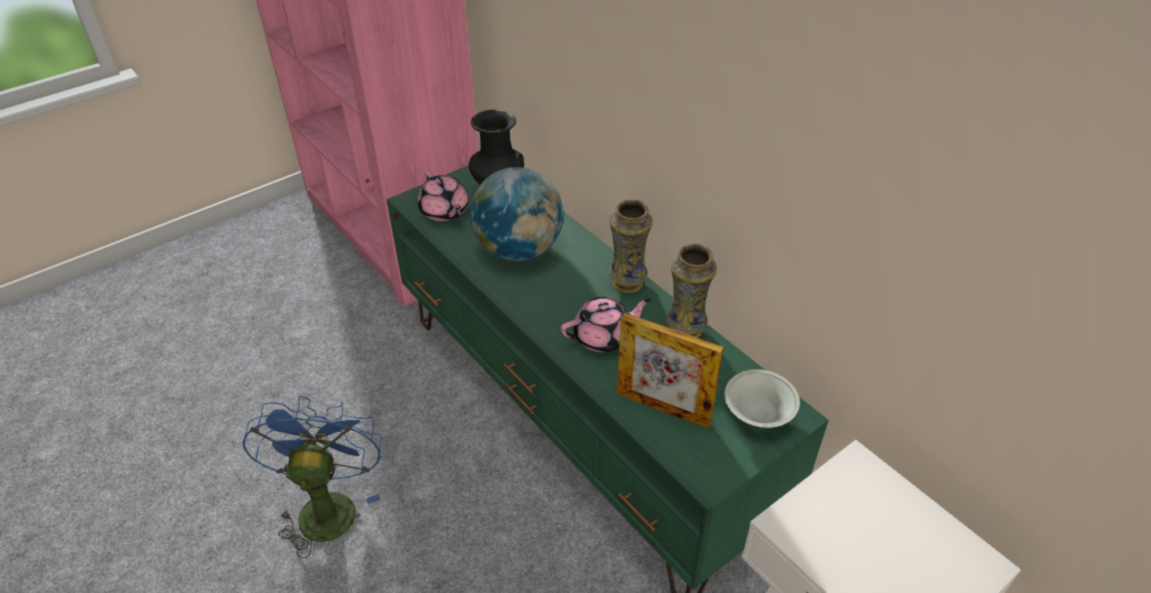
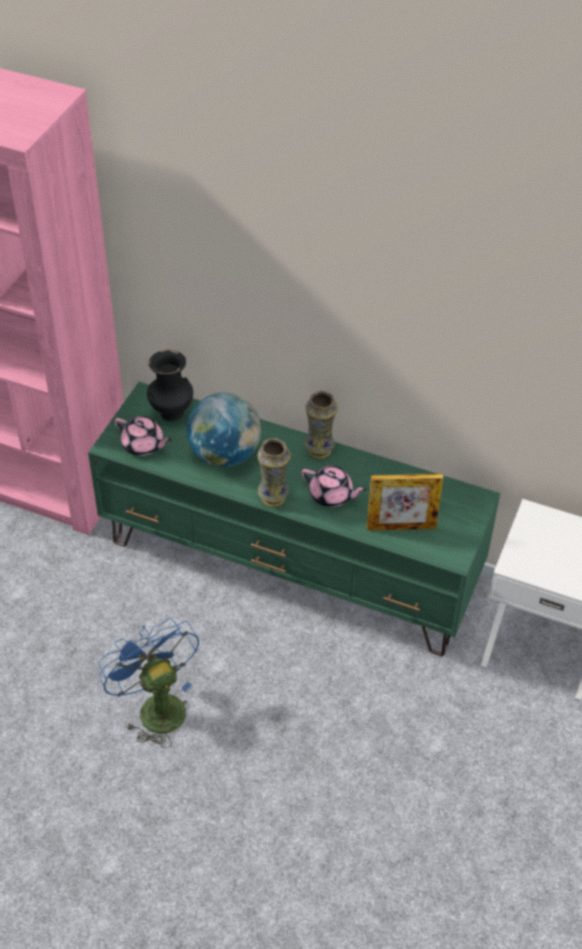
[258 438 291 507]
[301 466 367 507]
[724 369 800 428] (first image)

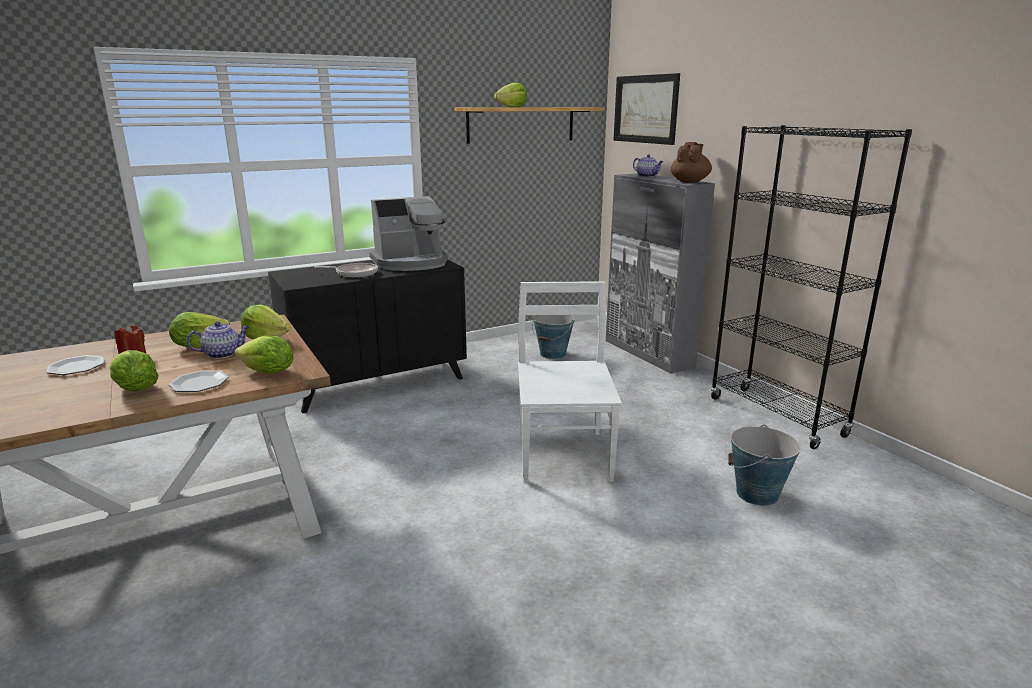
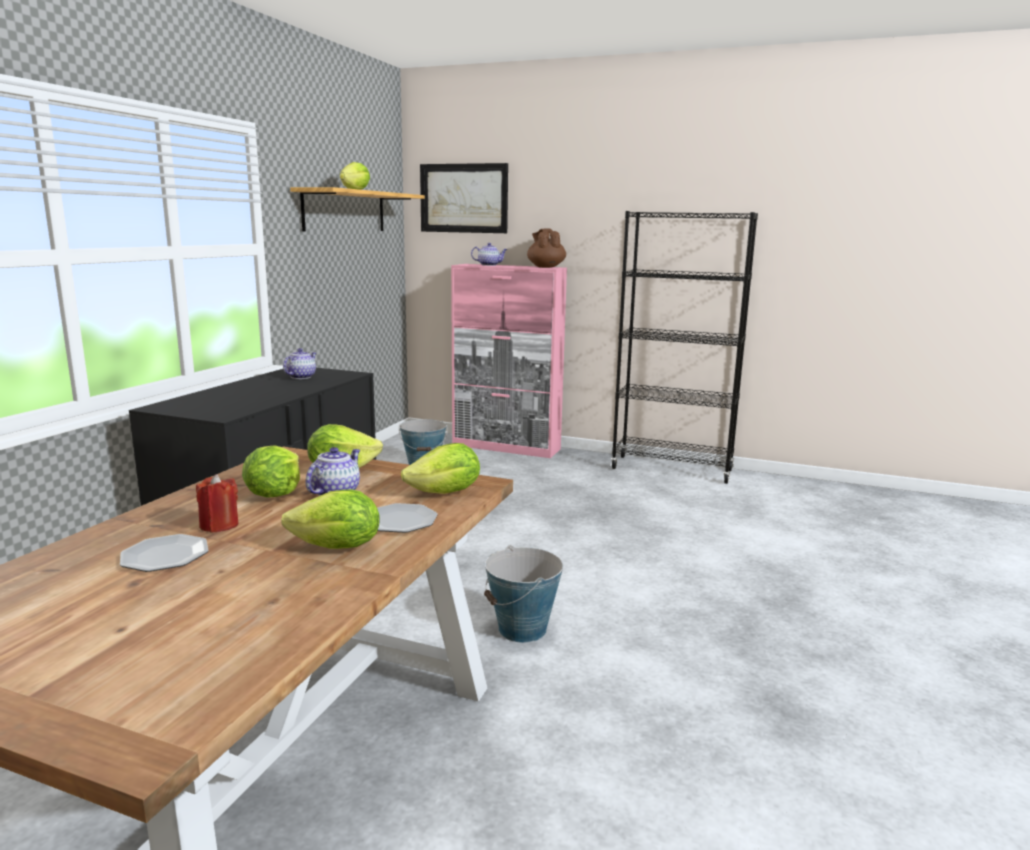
[451 264 567 458]
[283 348 316 379]
[314 263 378 277] (first image)
[518 281 622 483] (first image)
[484 545 563 643]

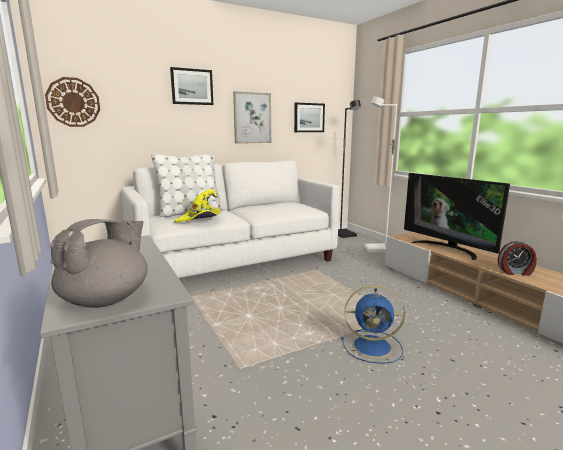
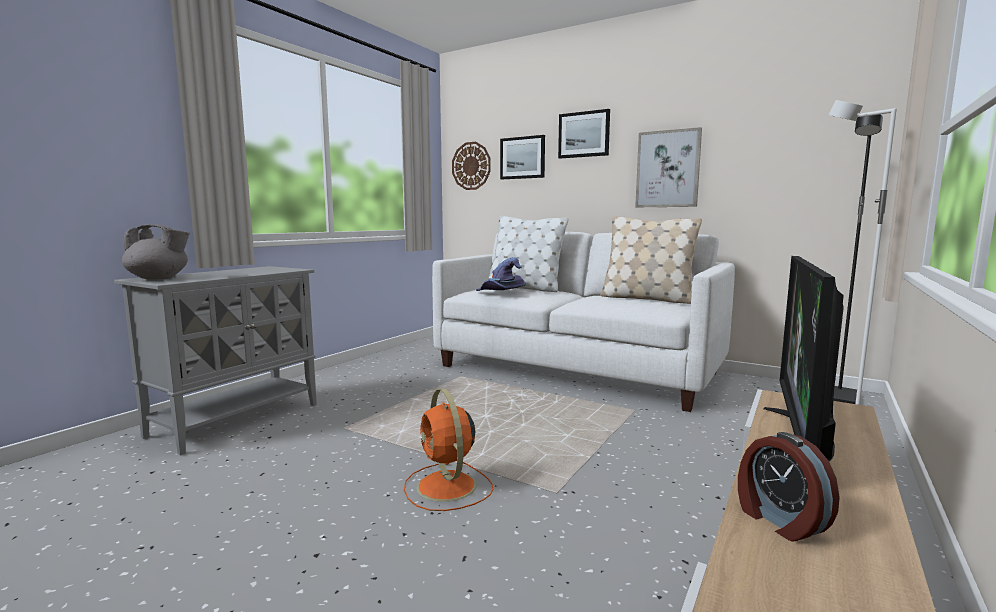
[500 135 545 179]
[476 257 526 291]
[404 388 493 511]
[600 216 702 304]

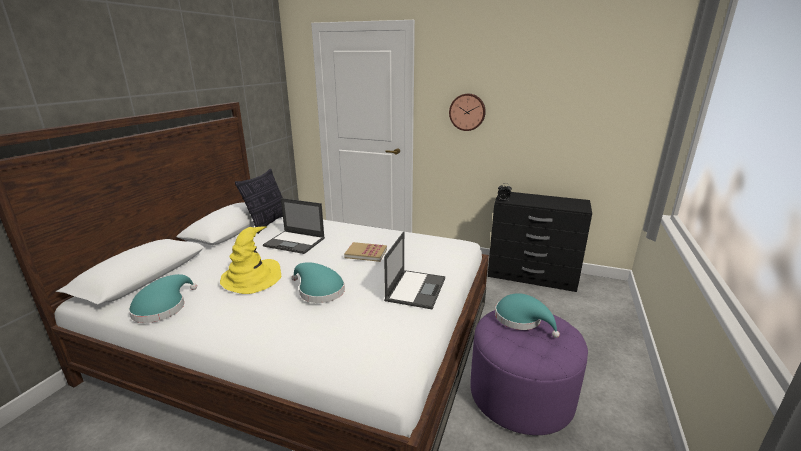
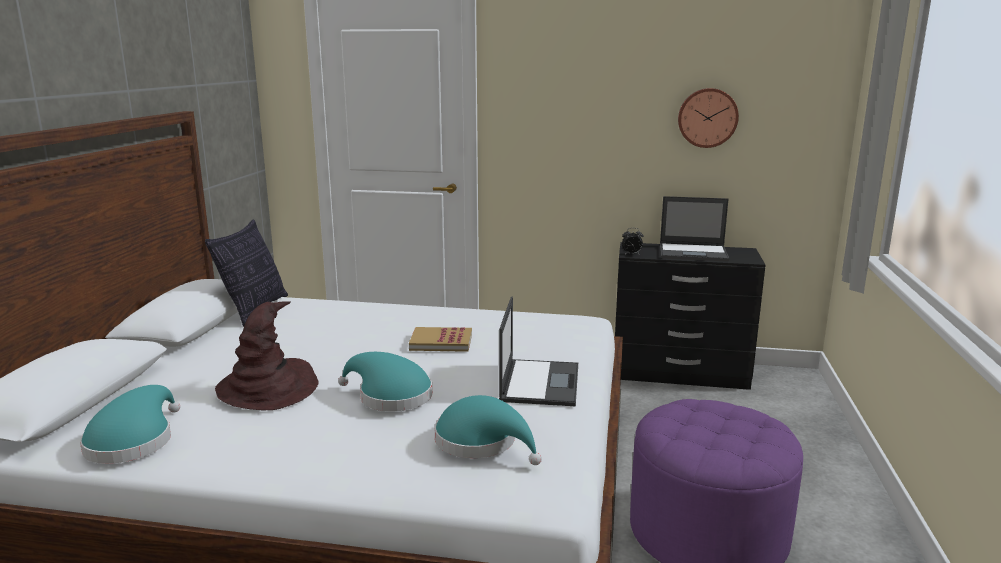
[678 88 739 148]
[660 196 729 262]
[215 301 319 410]
[435 395 542 465]

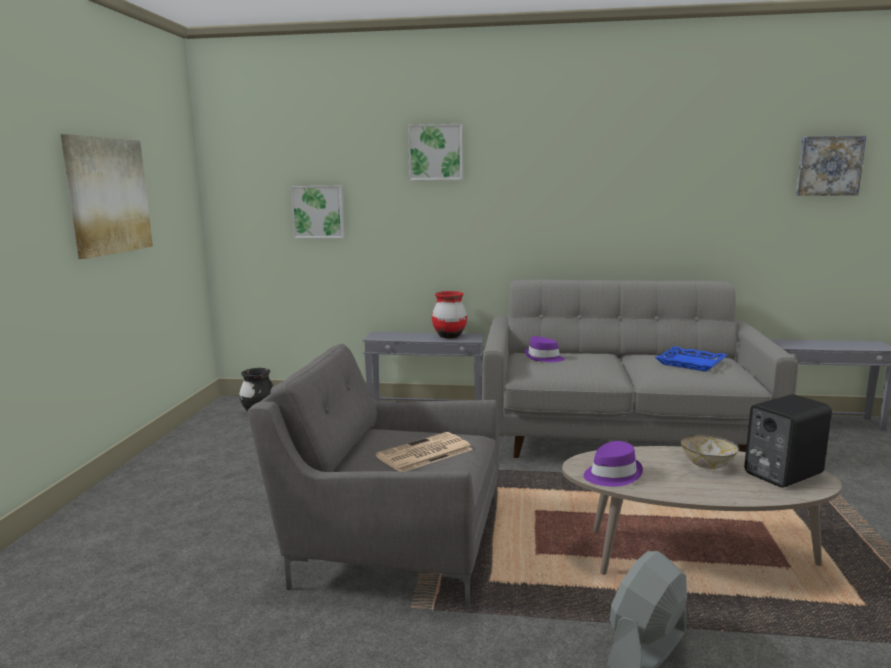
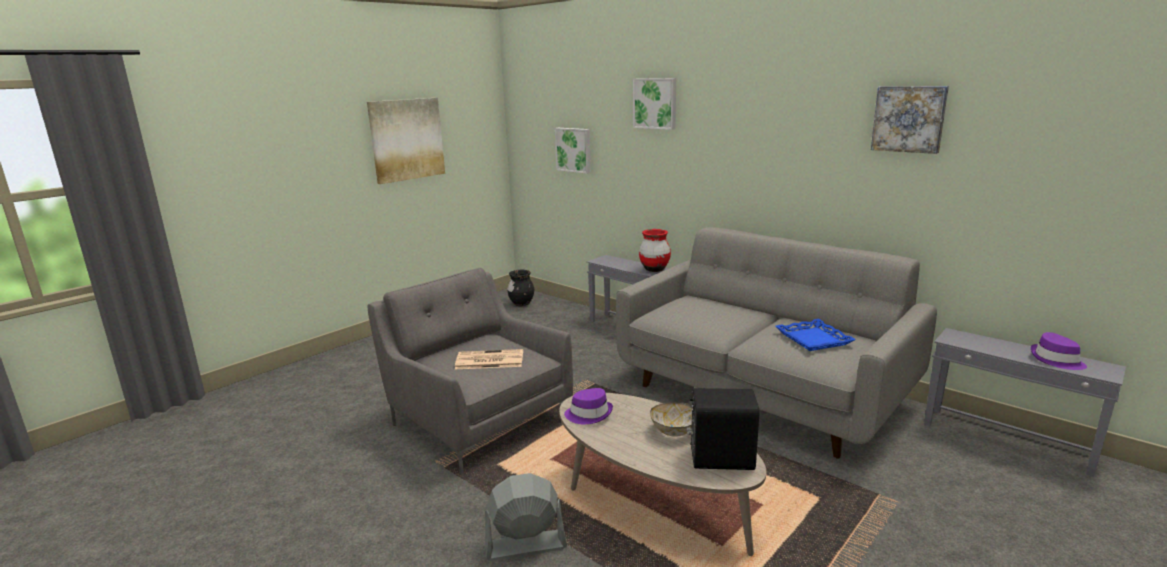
[871 86 949 154]
[1031 332 1087 370]

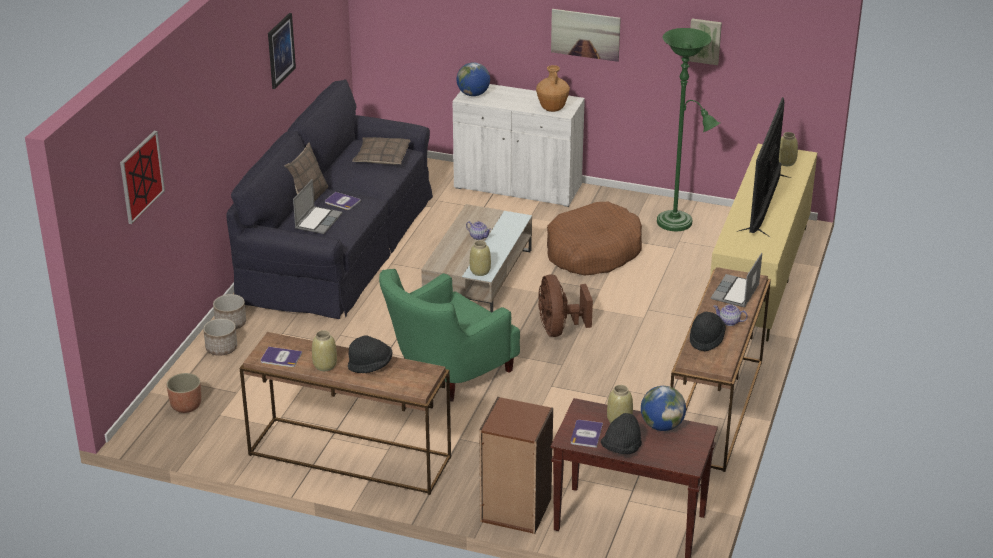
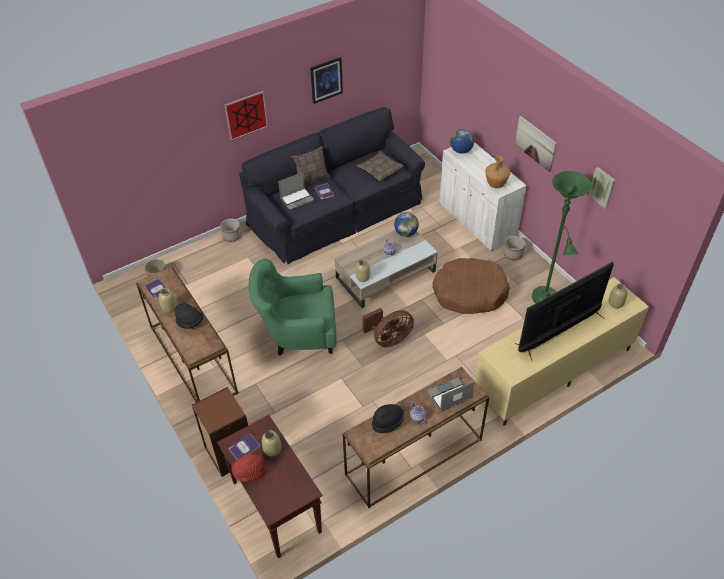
[225 91 268 141]
[362 308 414 347]
[503 236 525 260]
[394 212 419 237]
[231 453 267 482]

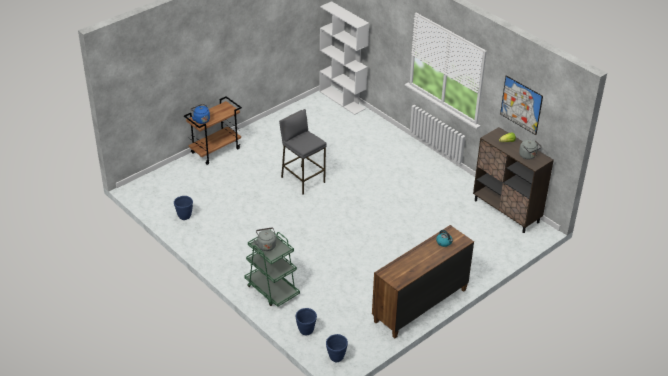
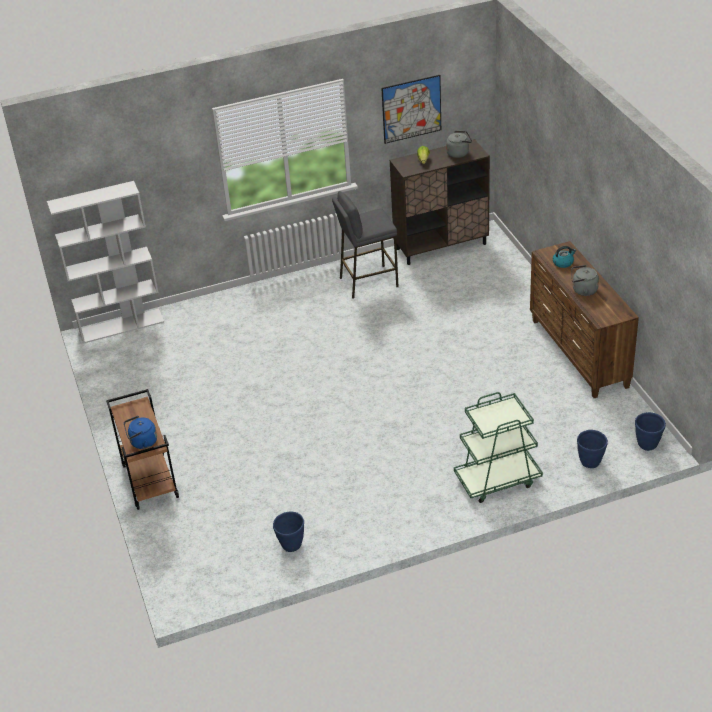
[332 191 399 299]
[572 265 599 296]

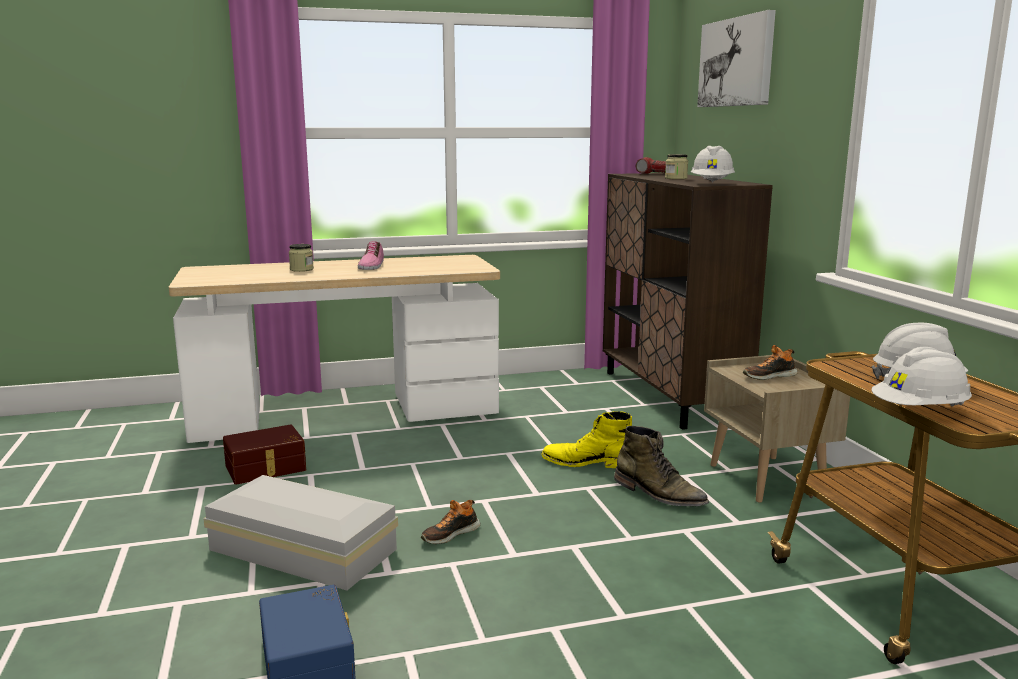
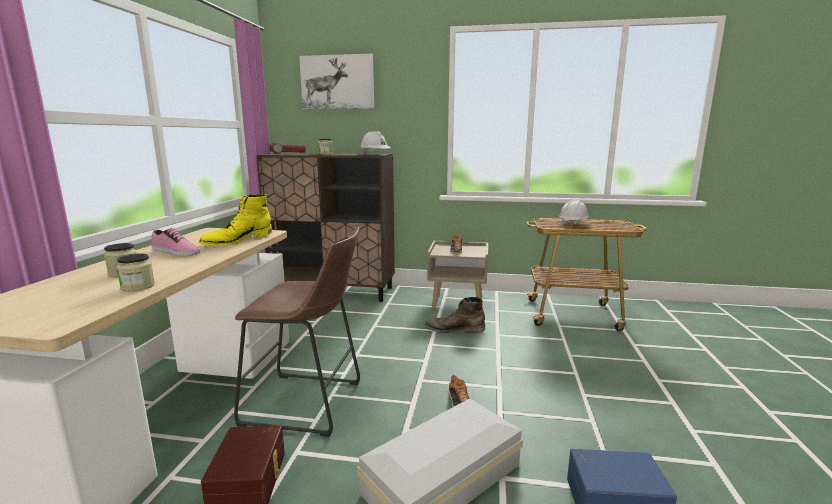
[871 347 972 407] (first image)
[198 194 272 246]
[425 297 485 333]
[234 227 360 437]
[116 254 155 292]

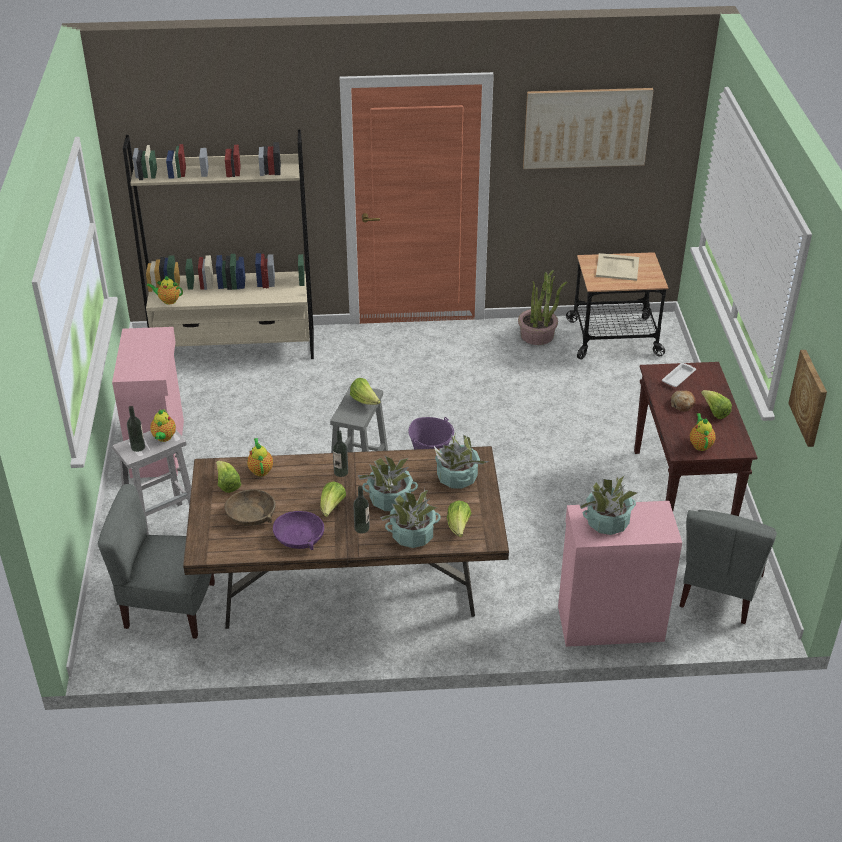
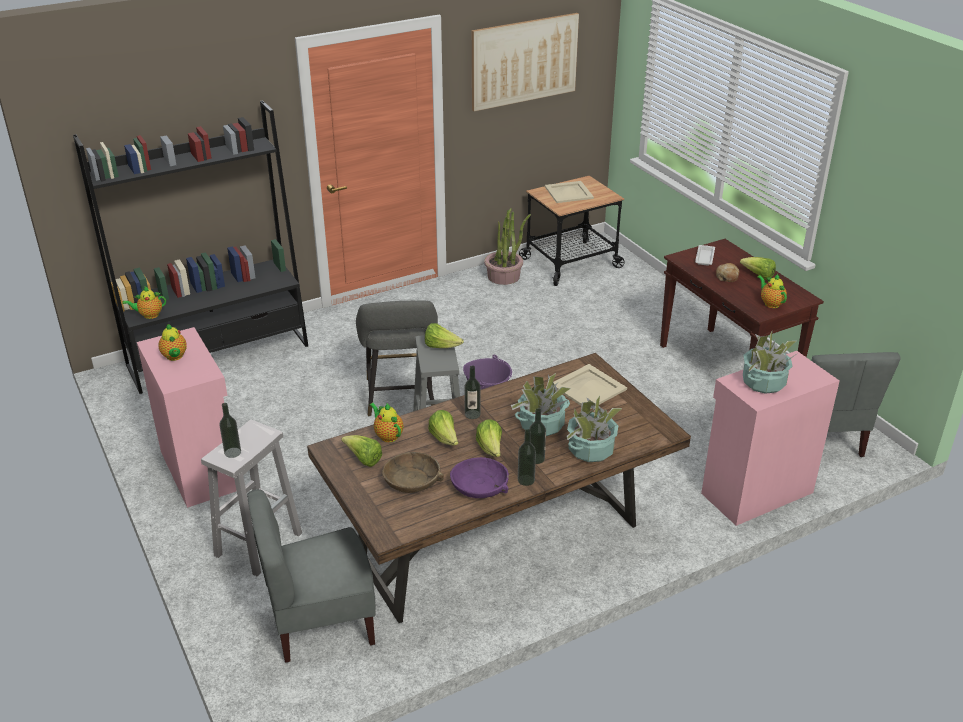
[73 100 308 394]
[788 350 827 447] (first image)
[159 324 187 361]
[553 364 627 409]
[428 410 458 445]
[356 300 438 416]
[518 429 536 486]

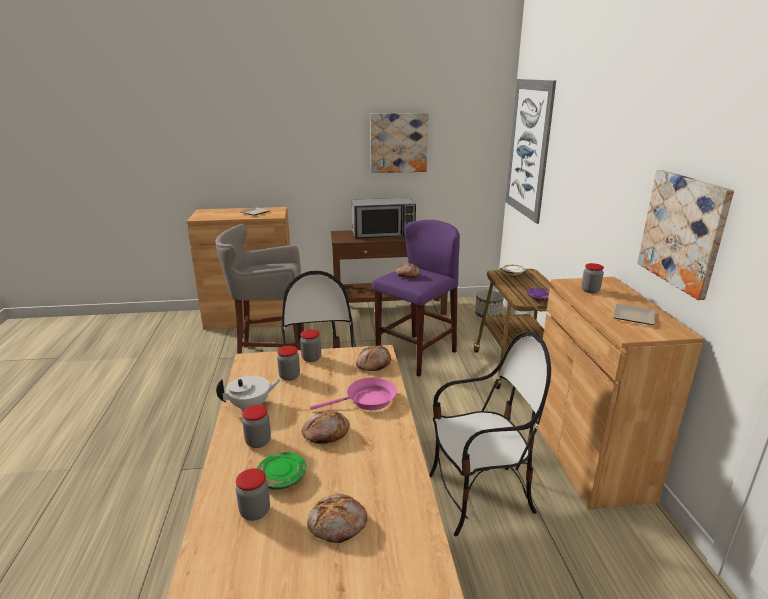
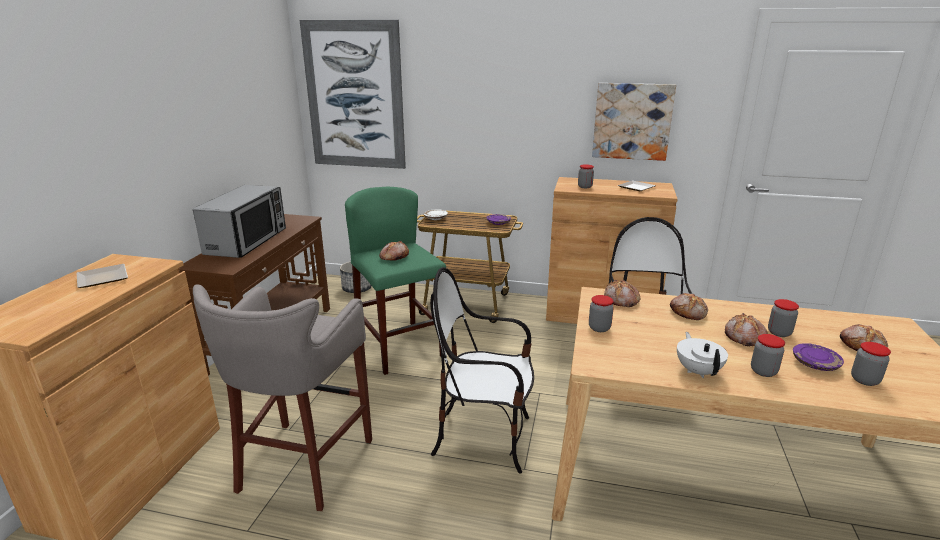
[370 113 428 173] (first image)
[345 187 446 375]
[768 299 799 337]
[670 293 708 320]
[793 343 844 371]

